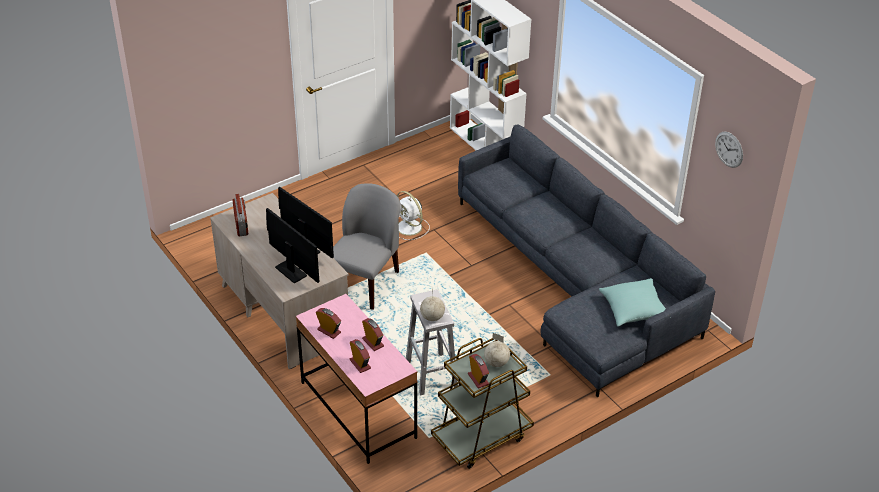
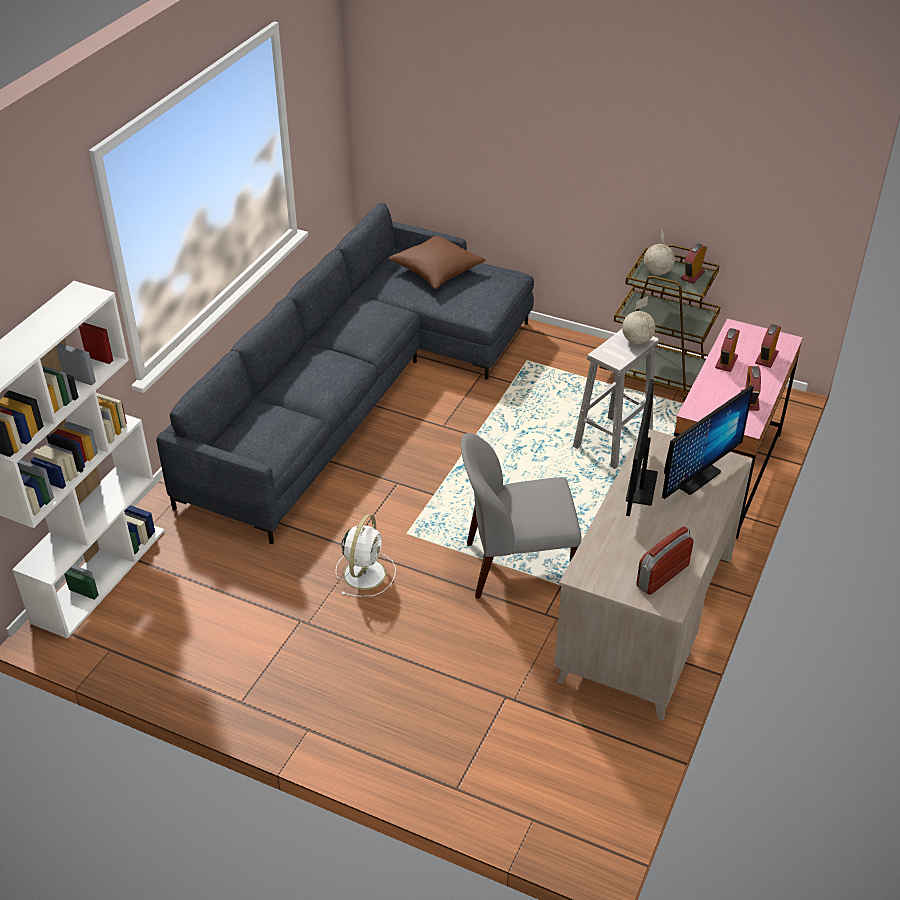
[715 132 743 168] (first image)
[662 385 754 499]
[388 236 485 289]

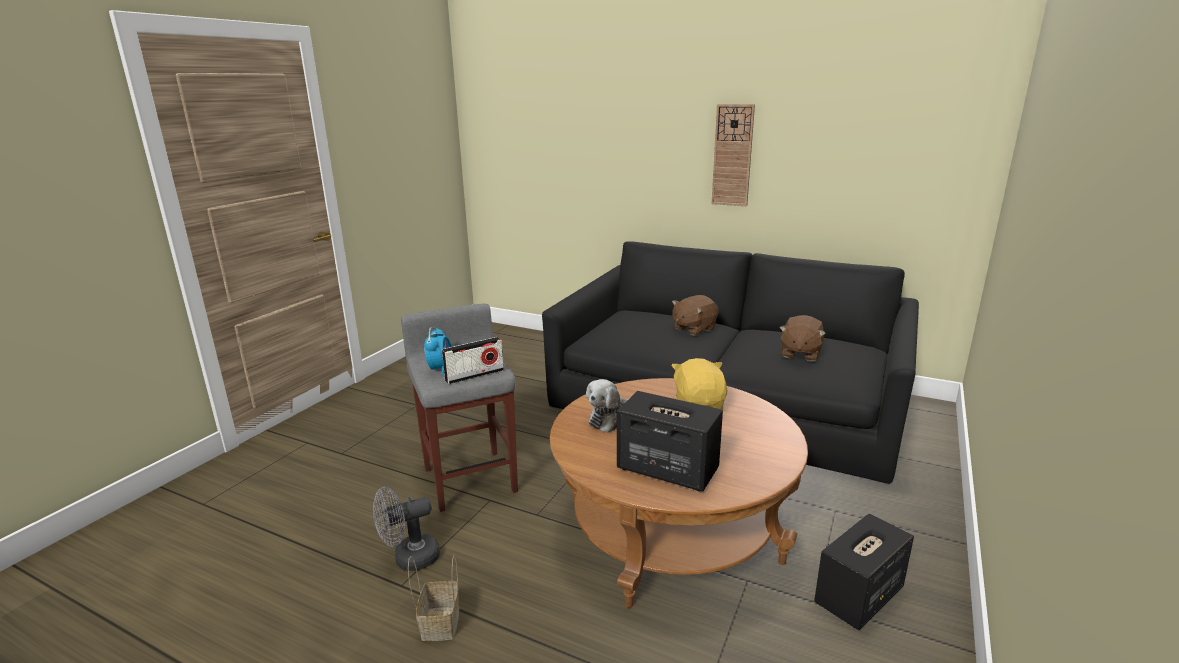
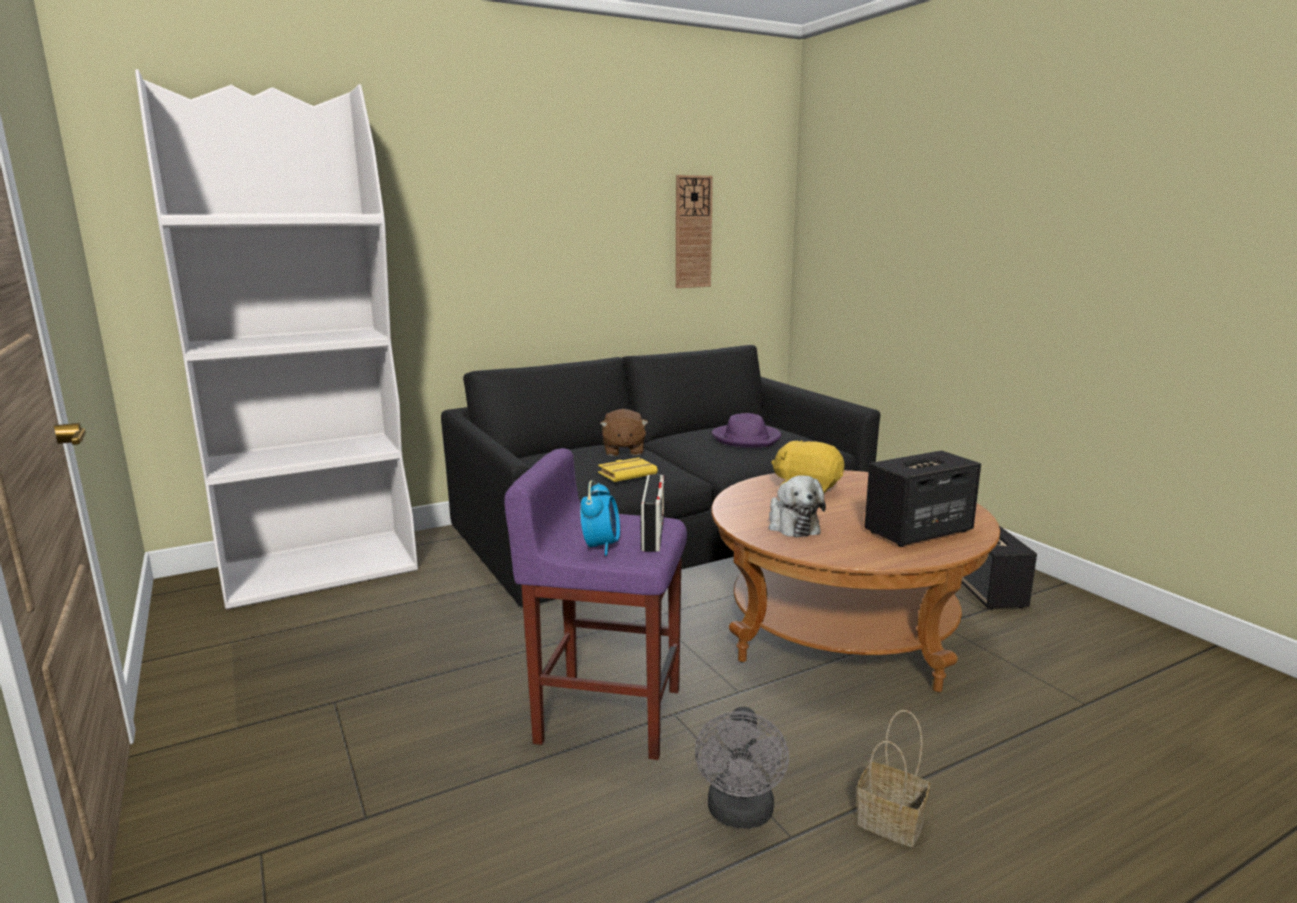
[676 175 713 288]
[504 448 687 760]
[712 413 781 447]
[580 480 620 556]
[135 69 418 610]
[598 457 658 482]

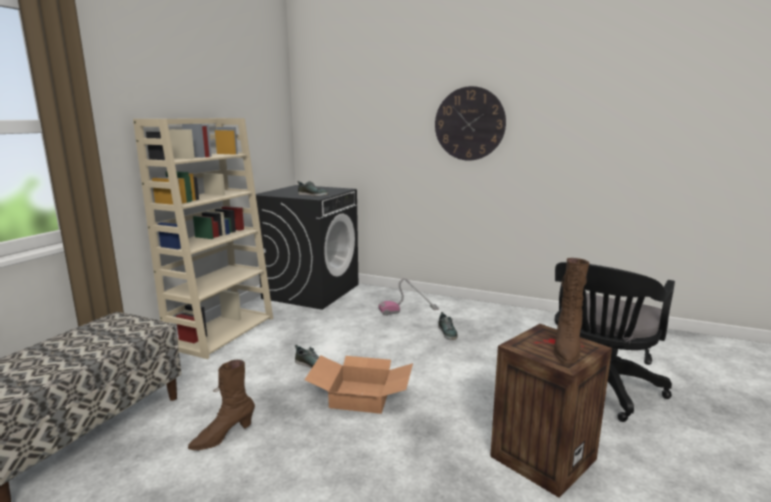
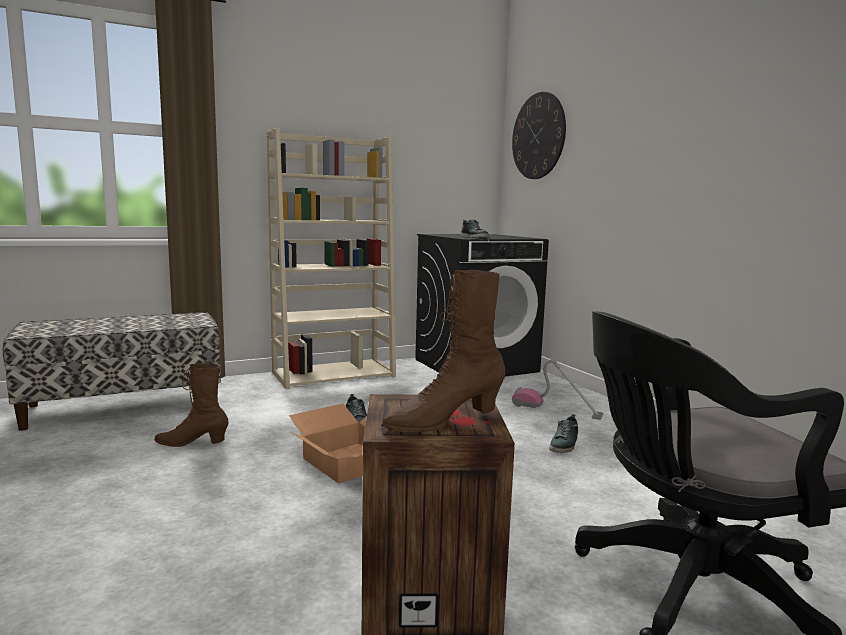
[512 92 566 179]

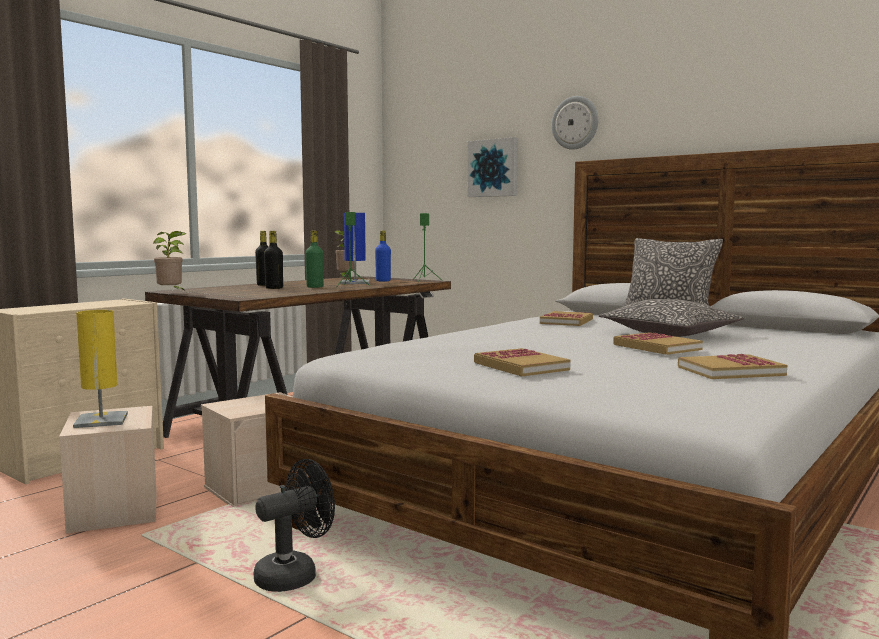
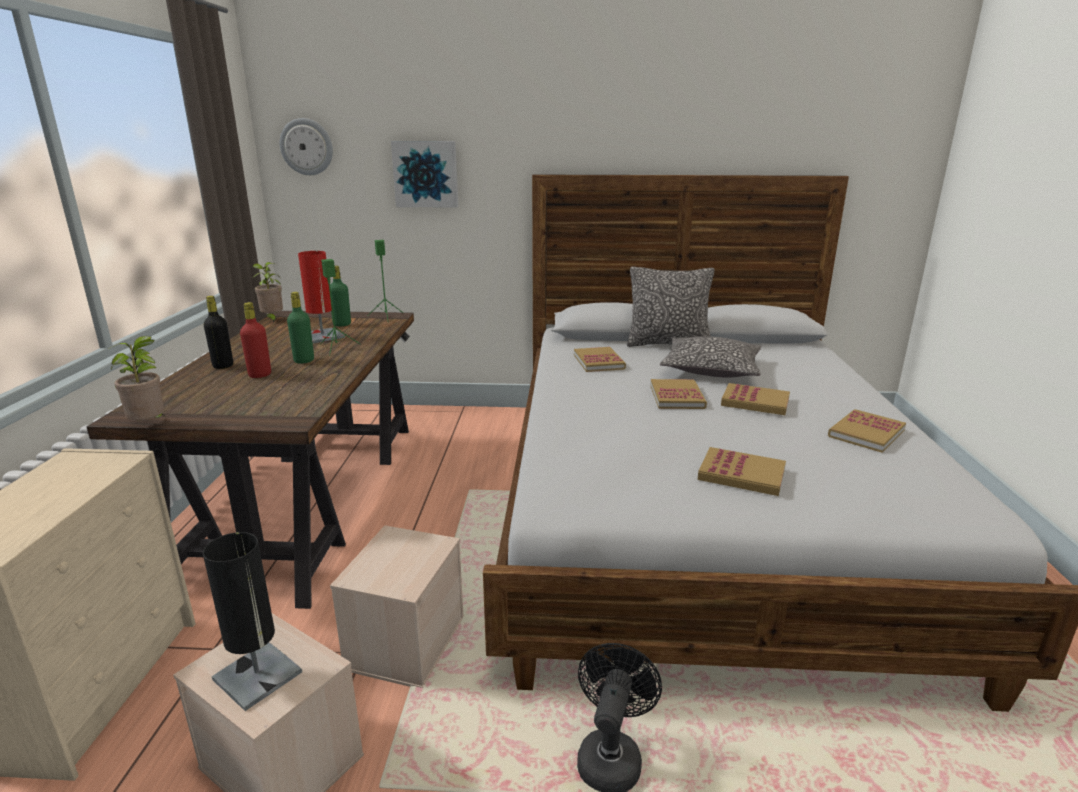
[280 118 333 175]
[298 251 345 344]
[330 266 351 326]
[240 302 271 378]
[203 532 302 711]
[650 379 707 409]

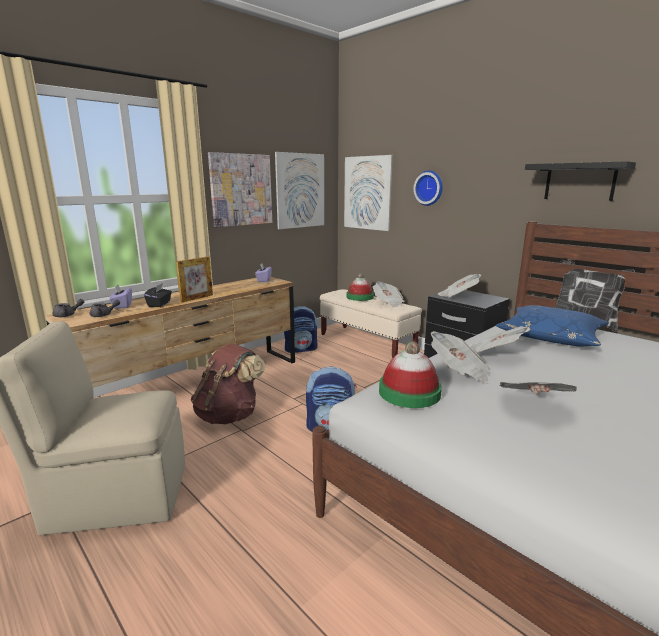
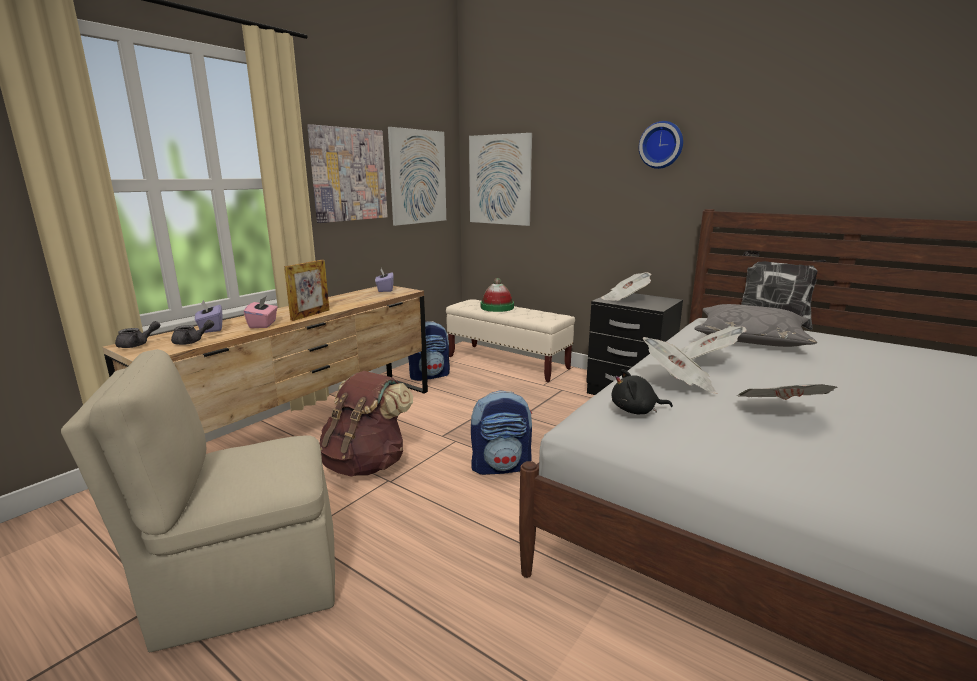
[525 161 636 201] (first image)
[639 121 683 169]
[372 282 405 307] (first image)
[244 297 278 328]
[694 304 817 347]
[612 369 673 414]

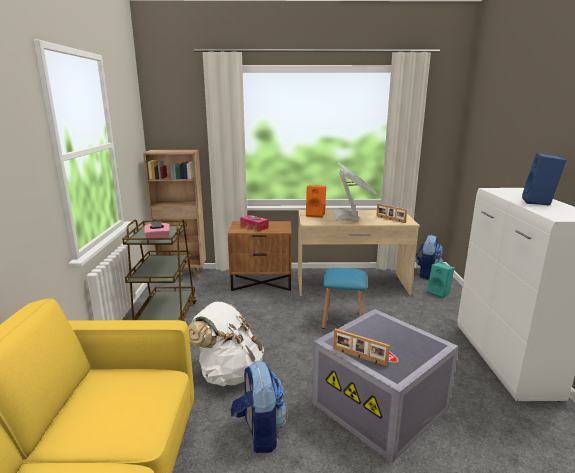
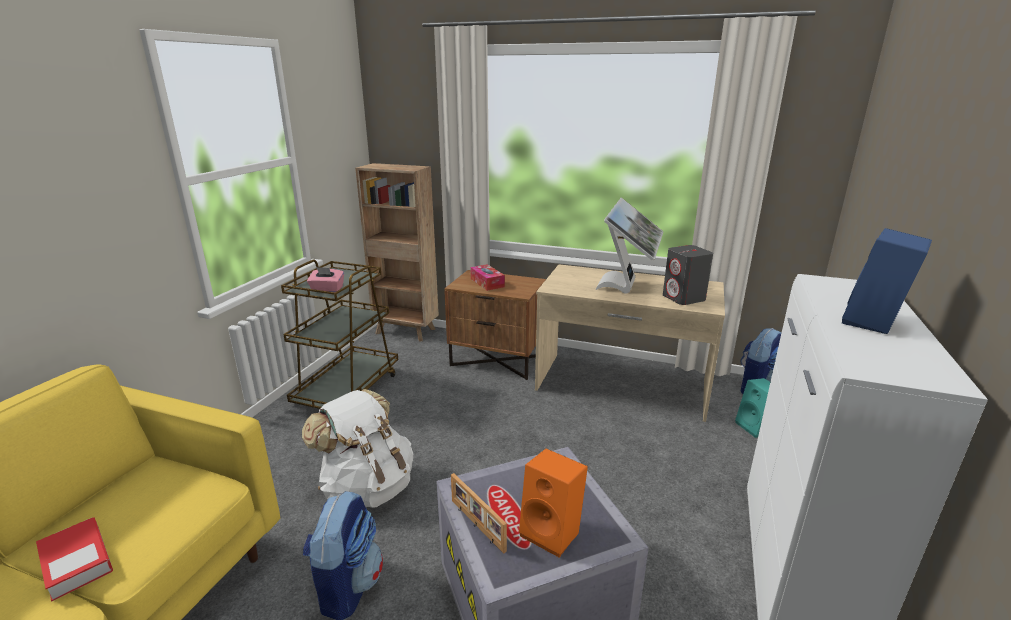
[519 449 588 557]
[663 245 713 305]
[322 268 367 329] (first image)
[36 517 113 601]

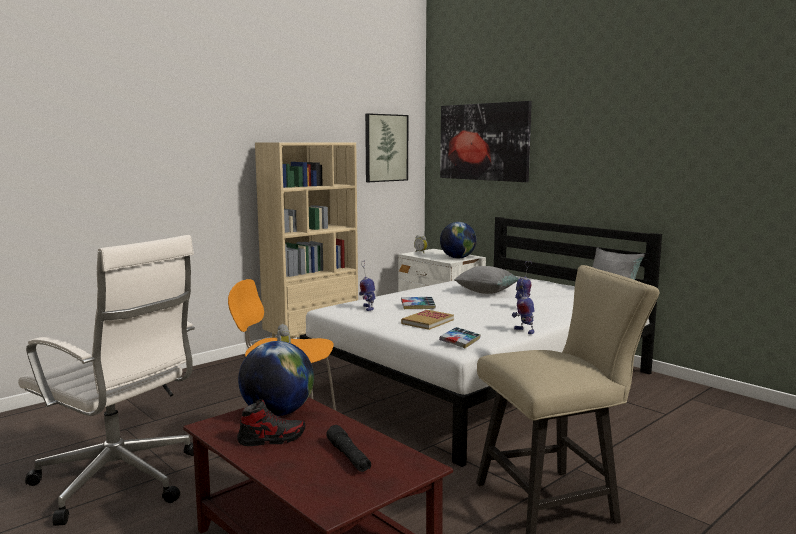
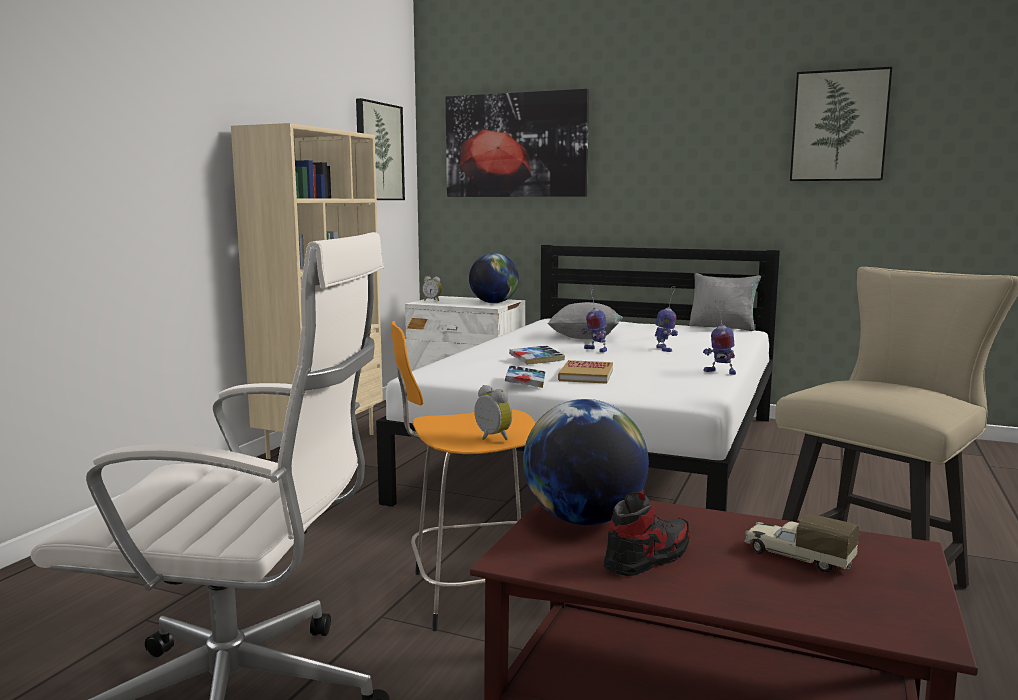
[581 286 607 353]
[505 366 545 388]
[744 513 860 573]
[790 67 892 181]

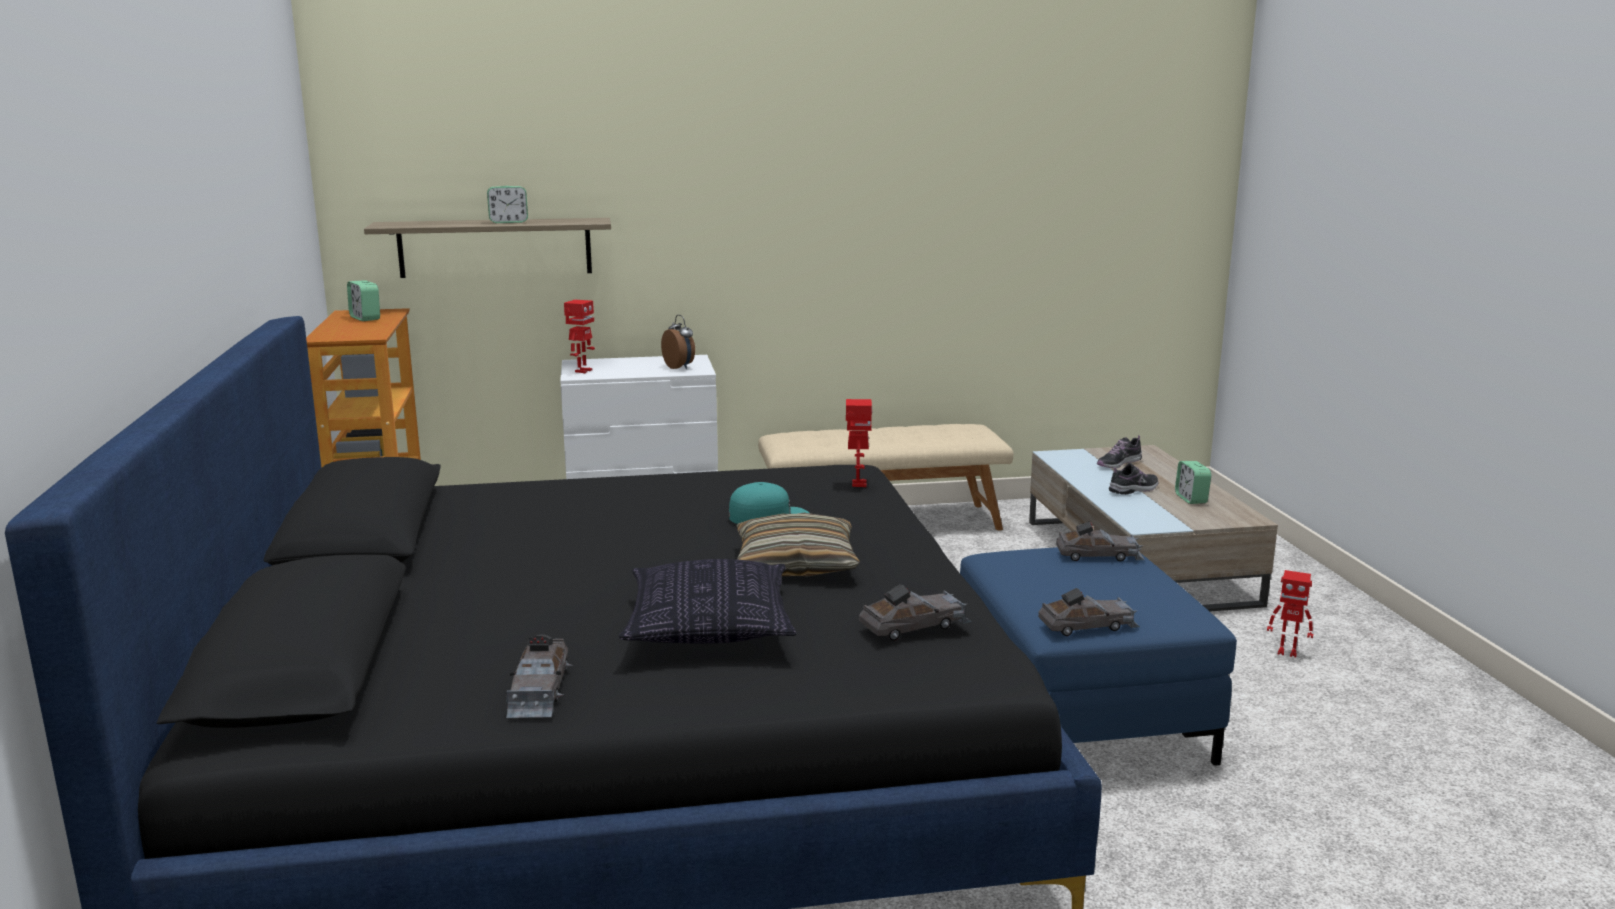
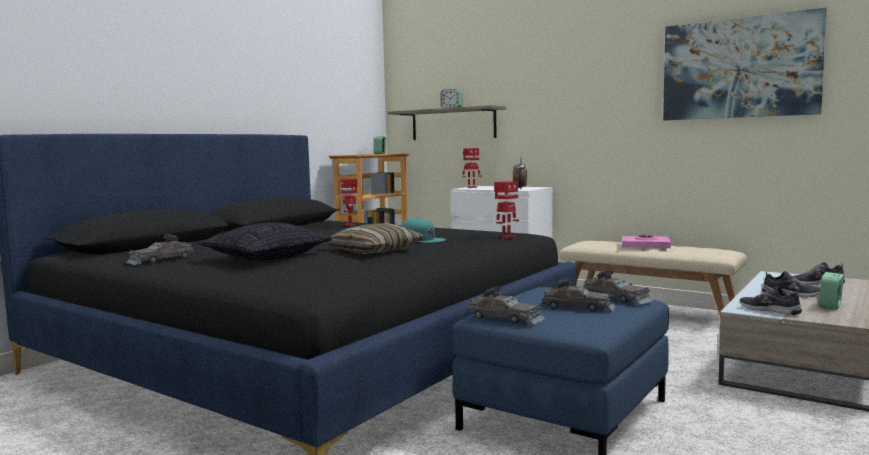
[340 178 357 226]
[542 278 615 312]
[663 8 827 120]
[622 234 671 248]
[740 286 802 315]

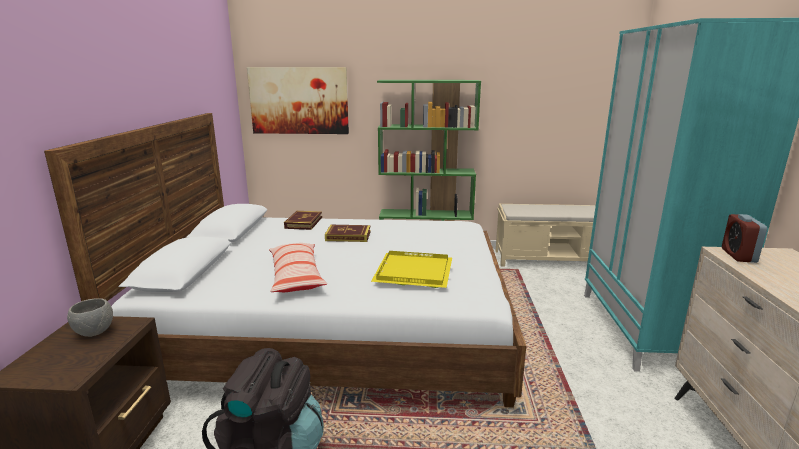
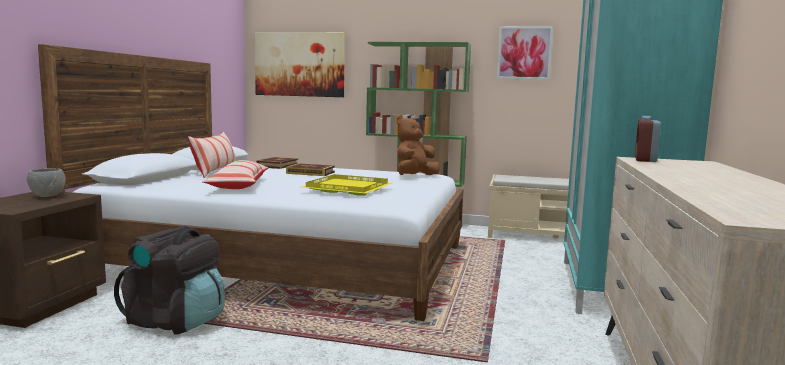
[497 26 553 80]
[397 117 440 175]
[188 131 236 178]

